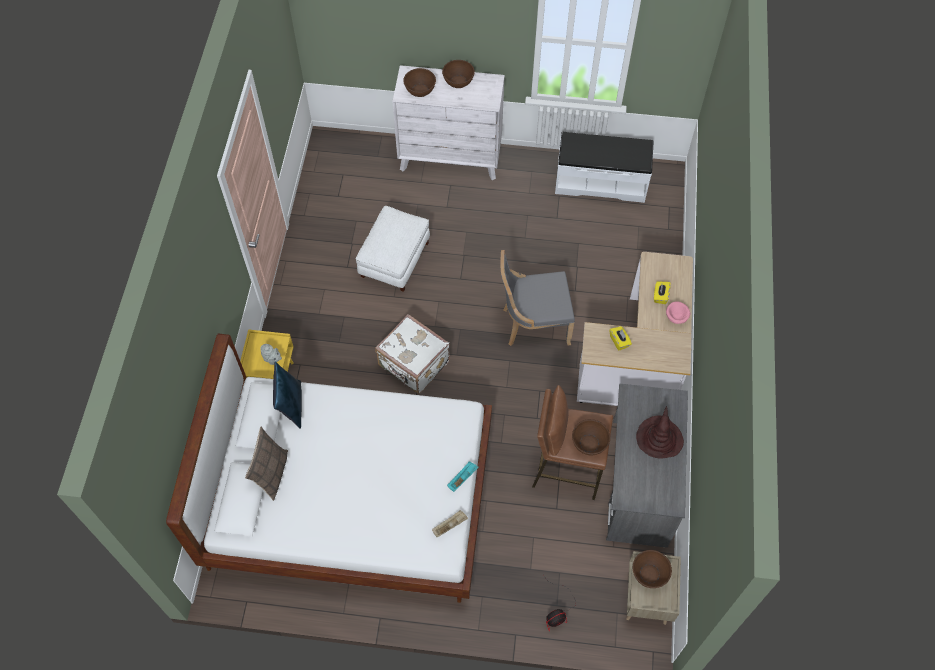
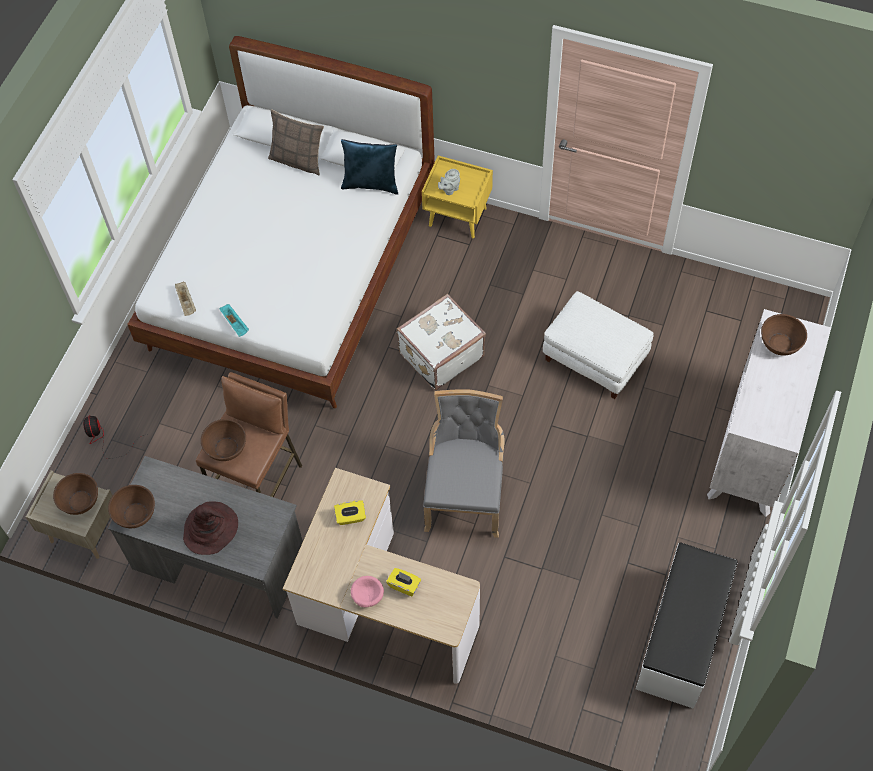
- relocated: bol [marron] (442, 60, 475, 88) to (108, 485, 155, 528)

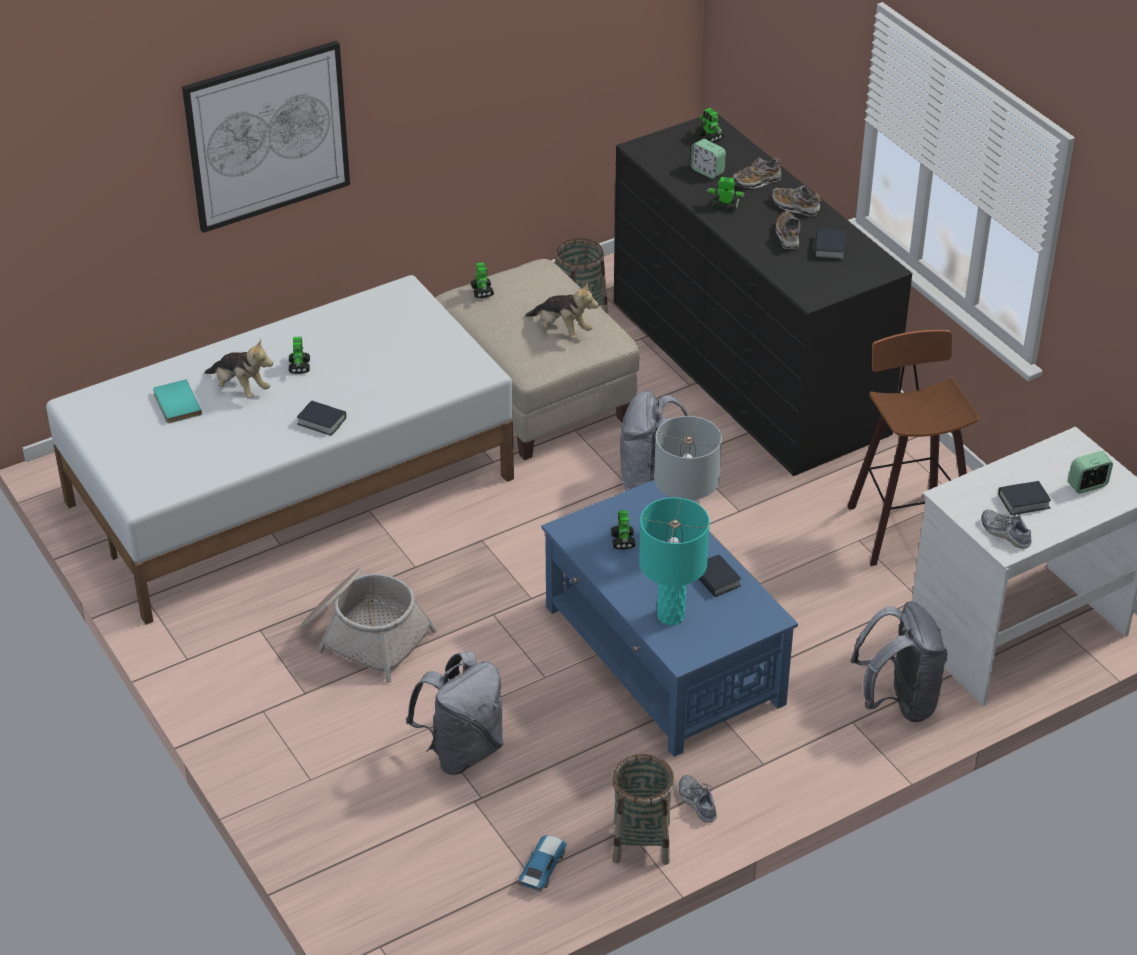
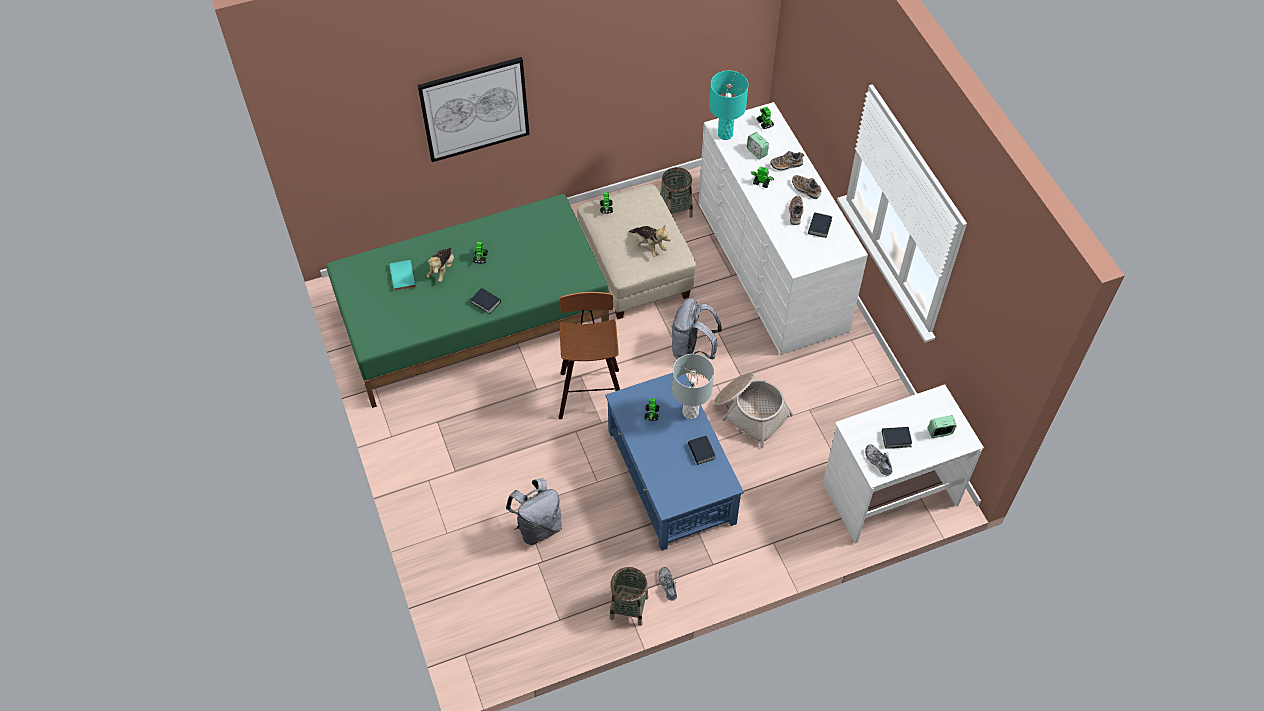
- colour: lit [blanc] (46, 275, 514, 625) to lit [vert] (326, 194, 609, 408)
- spun: peluche (204, 338, 273, 399) = (427, 247, 454, 282) 60 degrees clockwise
- relocated: panier (300, 568, 437, 683) to (713, 373, 793, 448)
- missing: petite voiture (517, 835, 567, 892)
- colour: commode [noir] (614, 114, 912, 476) to commode [blanc] (699, 102, 868, 355)
- relocated: lampe de table [turquoise] (639, 497, 710, 625) to (709, 71, 748, 140)
- relocated: tabouret (847, 330, 979, 566) to (559, 292, 620, 419)
- missing: sac à dos [gris] (851, 601, 947, 722)

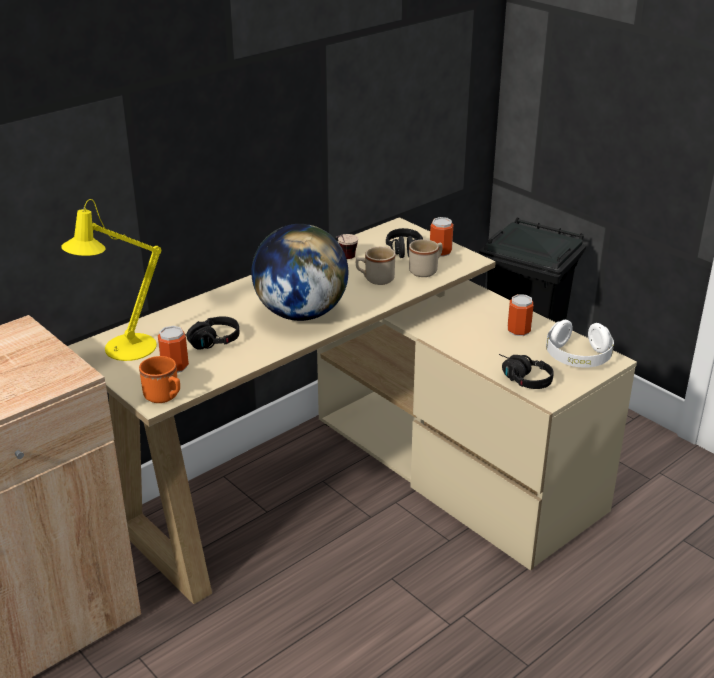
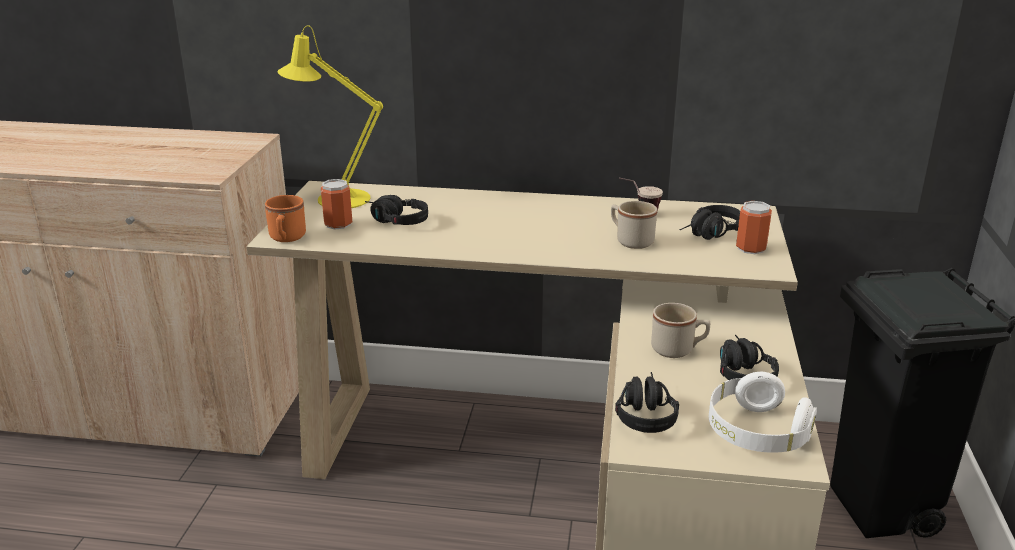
- missing: globe (251, 224, 348, 321)
- relocated: mug [beige] (409, 239, 443, 277) to (651, 303, 710, 358)
- exchanged: boîte métallique (508, 294, 533, 336) to casque audio [noir] (720, 335, 779, 380)

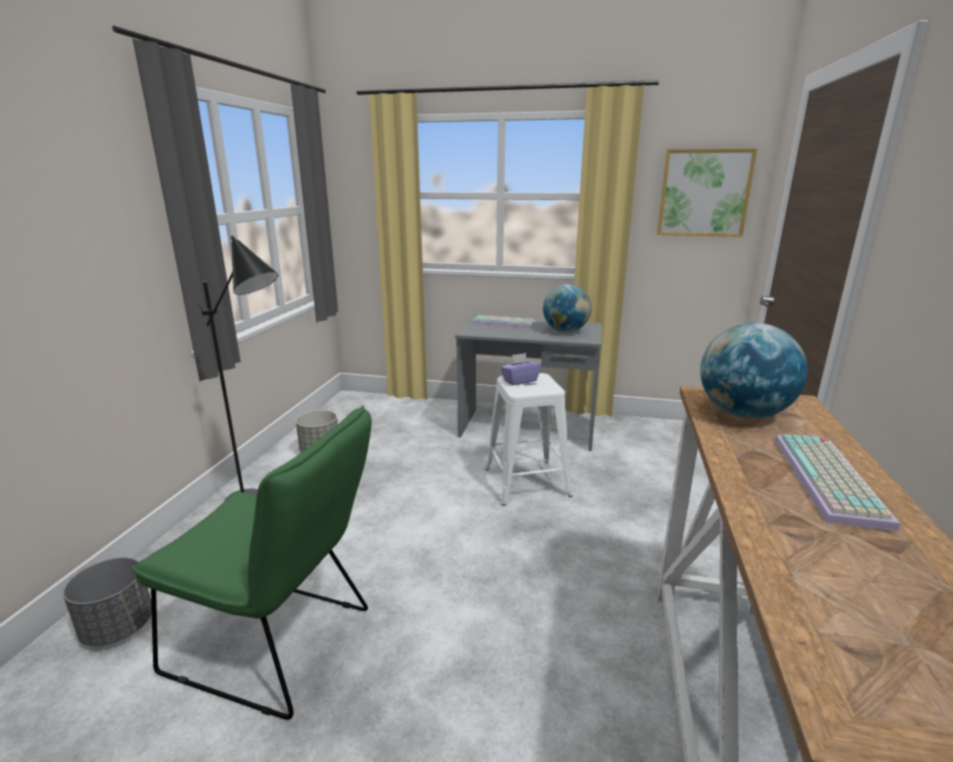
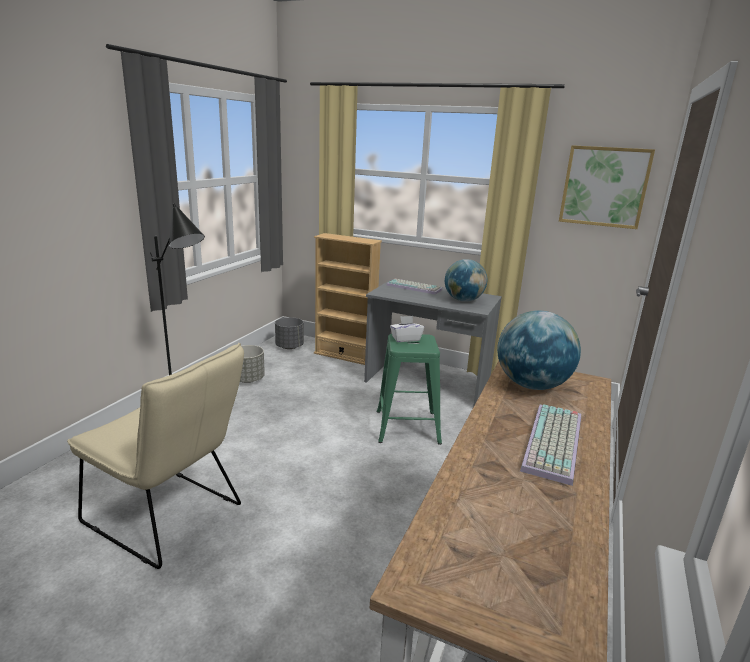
- relocated: cache-pot [gris] (63, 557, 152, 646) to (275, 317, 304, 349)
- colour: chaise [vert] (132, 405, 372, 720) to chaise [beige] (67, 343, 244, 569)
- colour: tabouret [blanc] (485, 373, 573, 506) to tabouret [vert] (377, 334, 442, 445)
- colour: boîte à mouchoirs [violet] (501, 353, 541, 385) to boîte à mouchoirs [blanc] (390, 316, 424, 342)
- appeared: bibliothèque [beige] (314, 233, 382, 365)

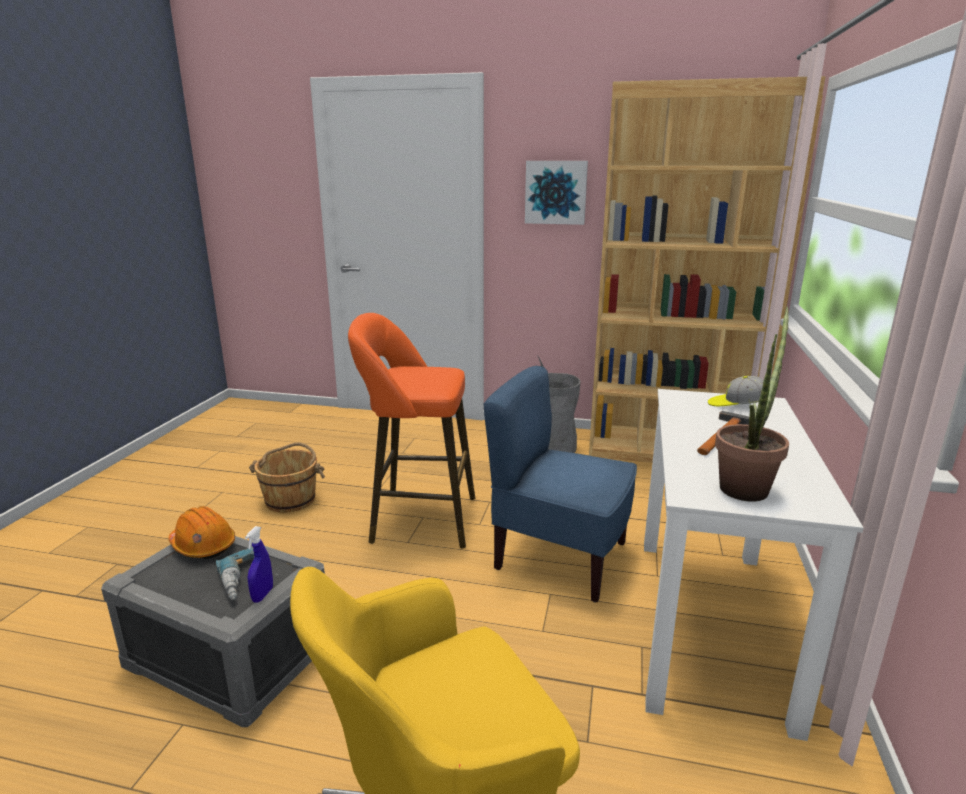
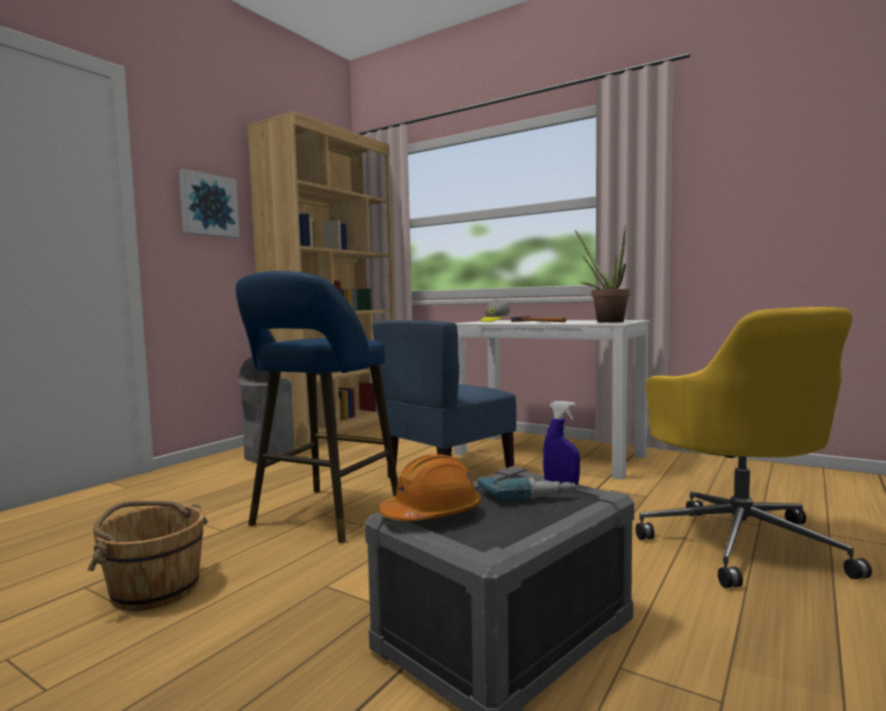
- colour: tabouret [orange] (348, 313, 475, 548) to tabouret [bleu] (236, 271, 398, 543)

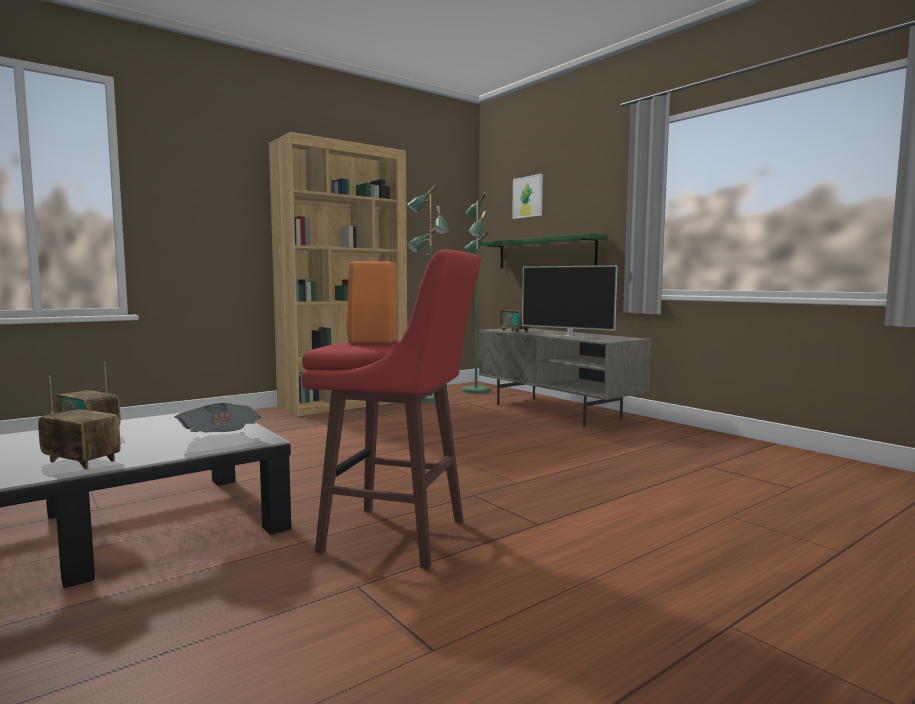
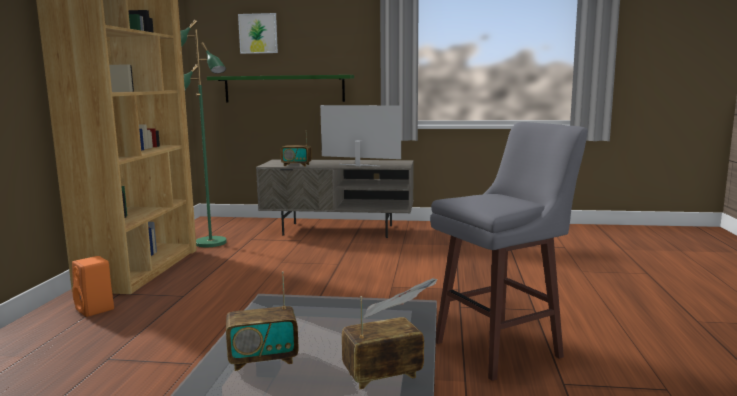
- colour: tabouret [rouge] (301, 249, 481, 569) to tabouret [gris] (430, 122, 588, 381)
- relocated: enceinte [orange] (346, 261, 397, 344) to (72, 256, 114, 317)
- missing: lampadaire [vert] (462, 192, 490, 393)
- spun: téléviseur (522, 265, 618, 338) = (320, 105, 401, 166) 150 degrees counterclockwise

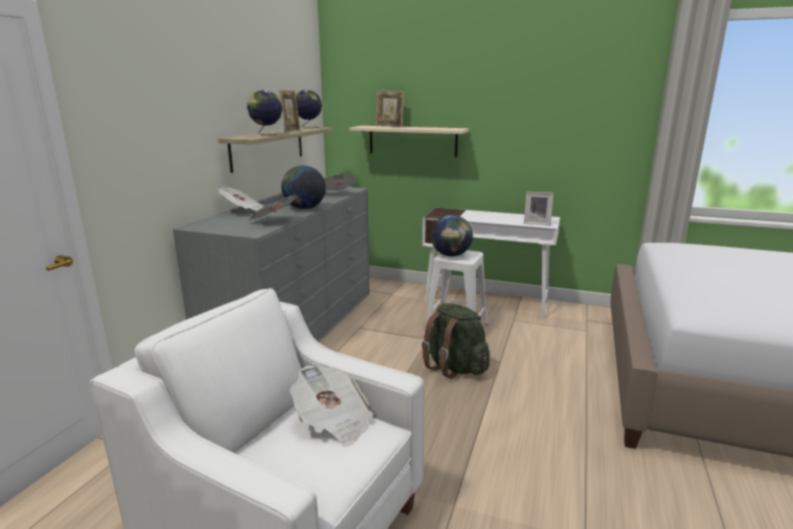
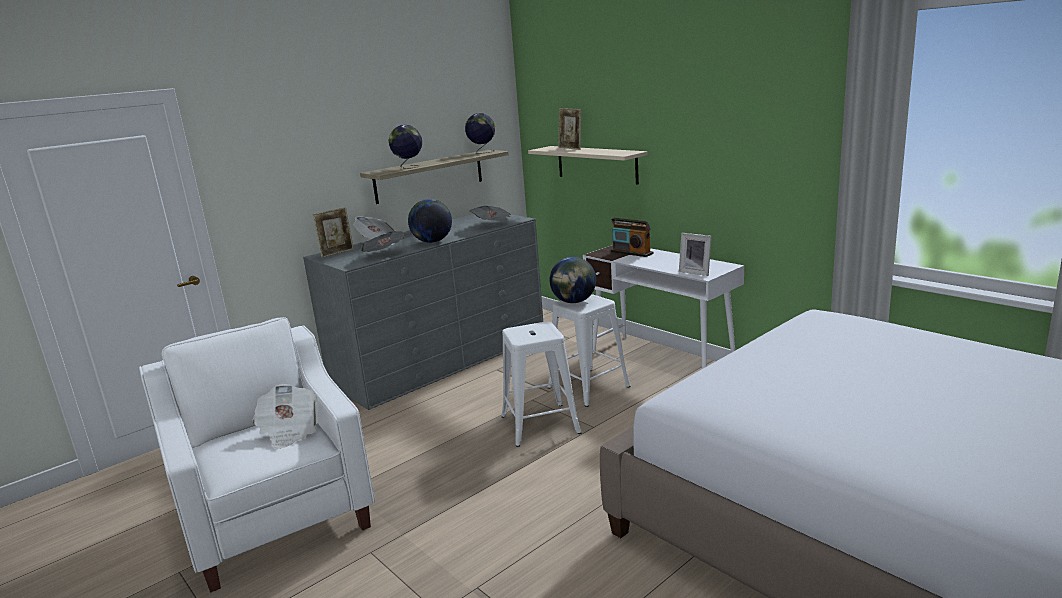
- relocated: cadre photo (279, 90, 300, 133) to (313, 207, 354, 258)
- exchanged: sac à dos [vert] (422, 303, 490, 379) to tabouret [blanc] (501, 322, 581, 447)
- appeared: radio (611, 218, 653, 257)

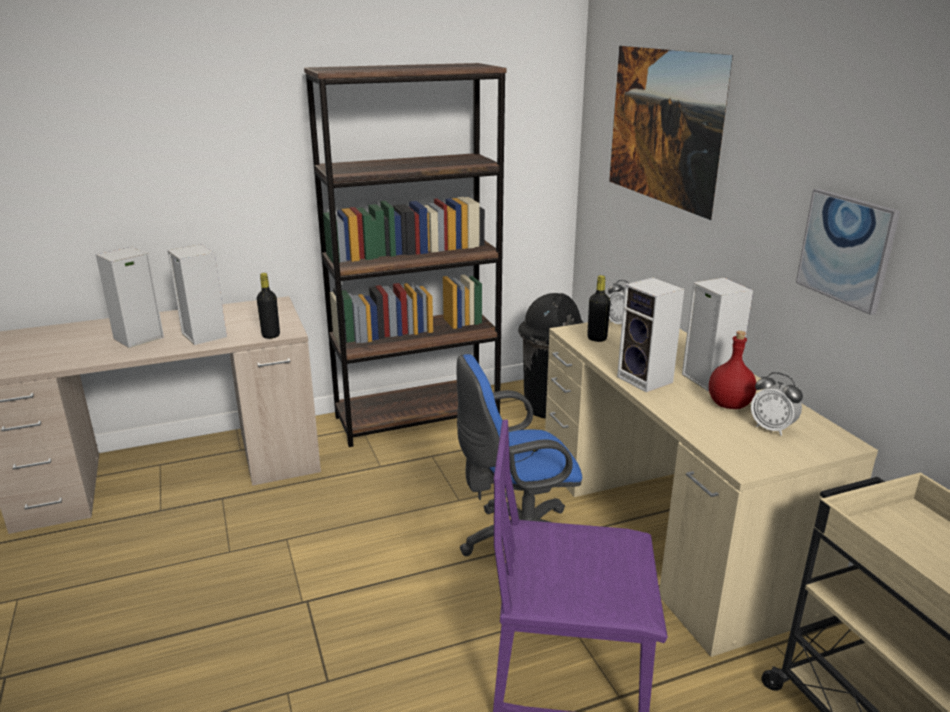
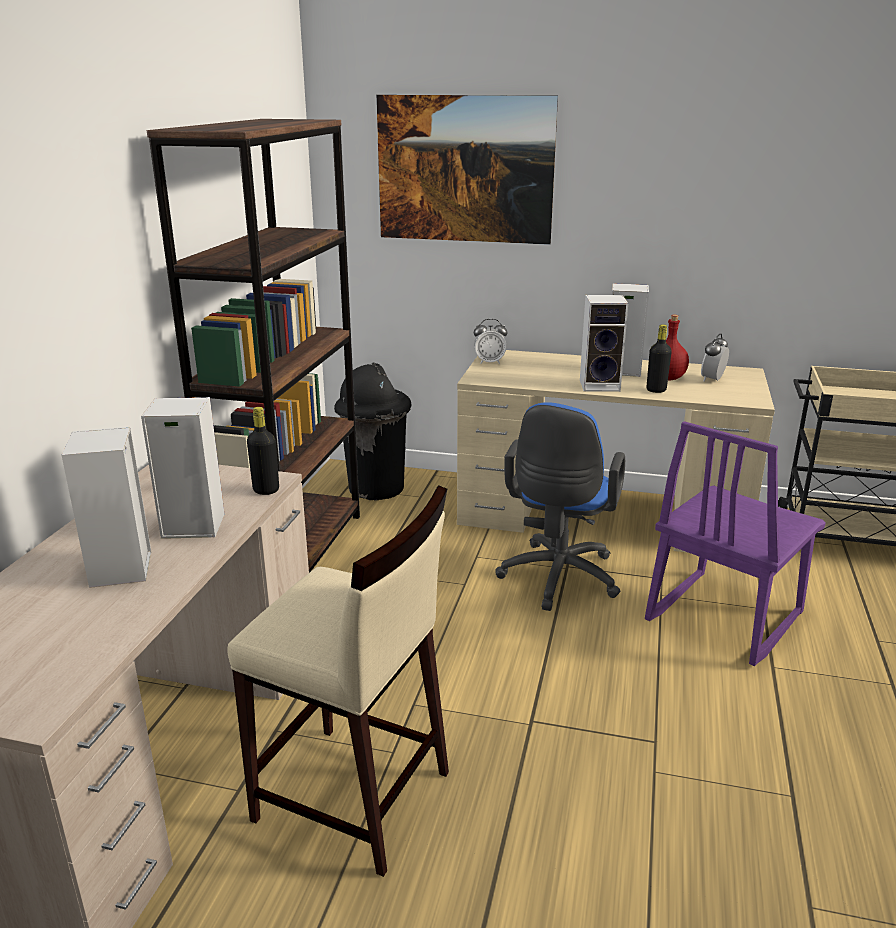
- relocated: bouteille [noir] (587, 275, 611, 342) to (647, 324, 672, 393)
- spun: réveil (751, 372, 803, 436) = (701, 333, 729, 381) 135 degrees clockwise
- missing: tableau (796, 189, 900, 315)
- appeared: tabouret [beige] (227, 485, 449, 877)

